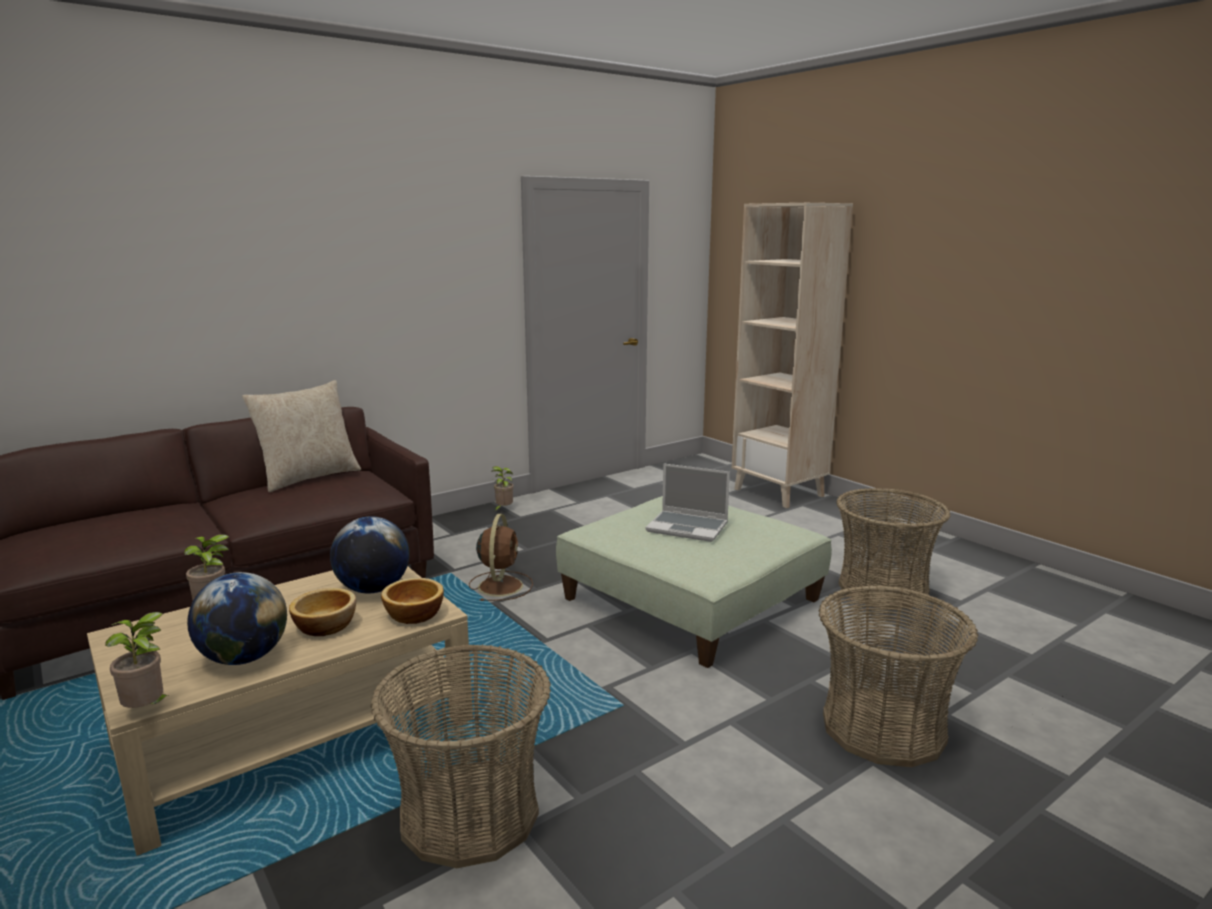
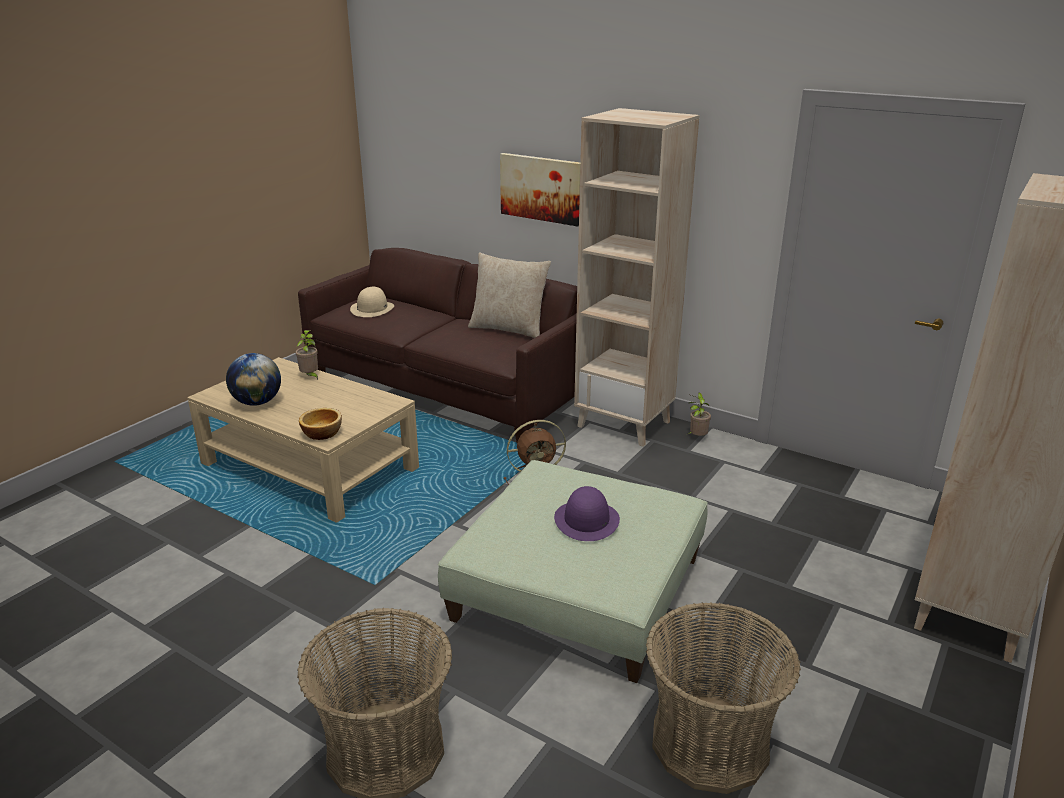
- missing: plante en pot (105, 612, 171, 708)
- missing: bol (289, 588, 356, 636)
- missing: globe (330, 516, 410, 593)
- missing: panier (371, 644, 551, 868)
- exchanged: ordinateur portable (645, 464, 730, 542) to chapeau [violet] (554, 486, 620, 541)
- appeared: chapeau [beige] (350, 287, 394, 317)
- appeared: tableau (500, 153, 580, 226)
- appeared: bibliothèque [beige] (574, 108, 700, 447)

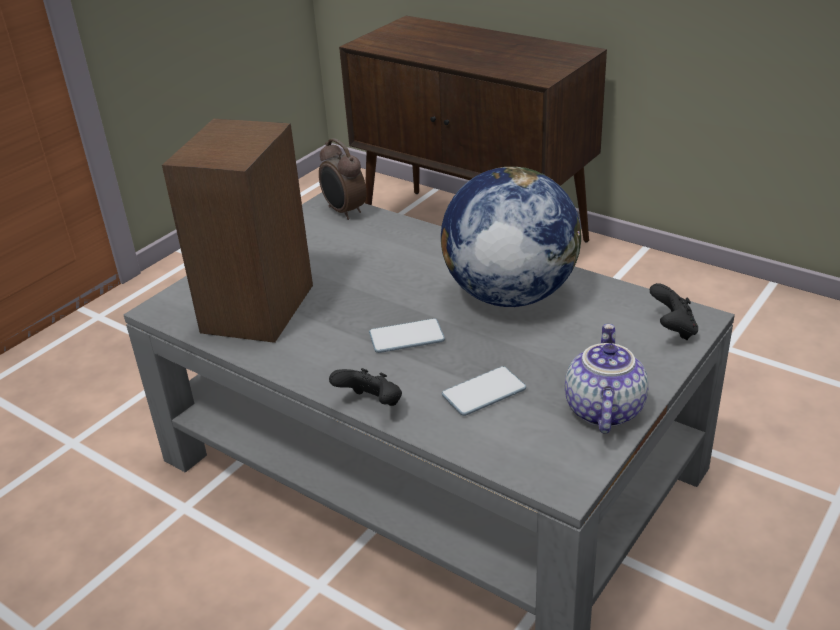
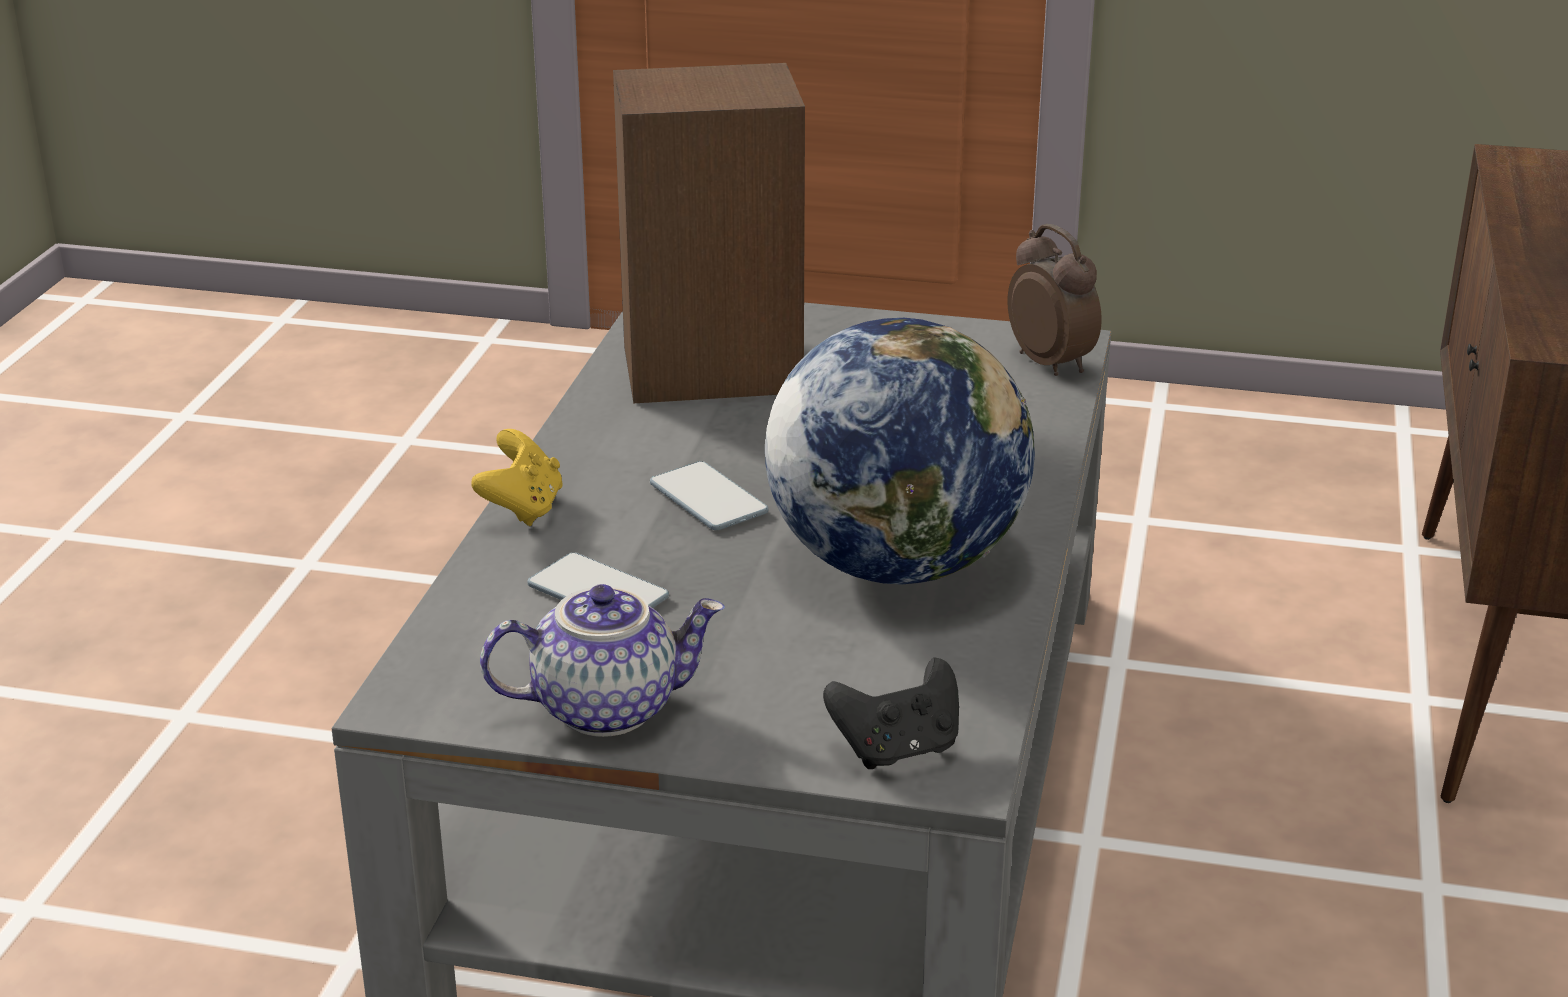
- spun: réveil (319, 138, 366, 220) = (1007, 224, 1102, 376) 120 degrees clockwise
- colour: manette [noir] (329, 368, 402, 406) to manette [jaune] (471, 429, 563, 526)

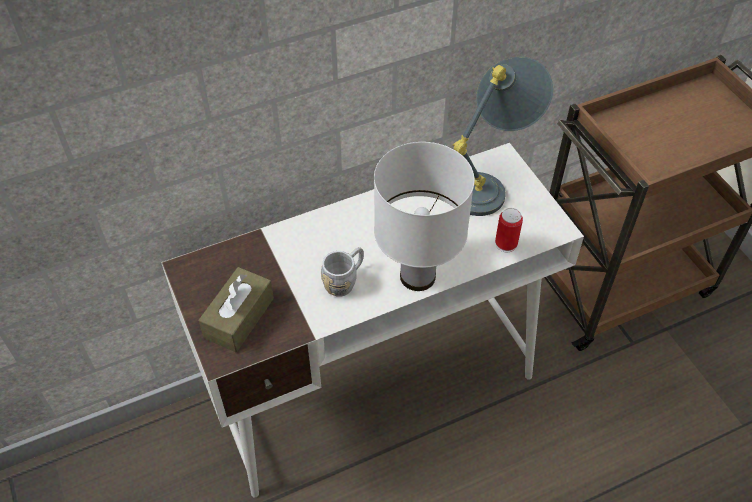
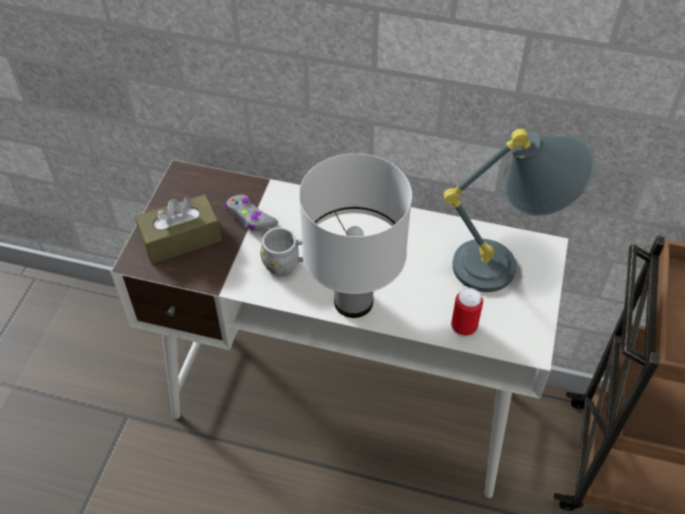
- appeared: manette [gris] (225, 195, 278, 231)

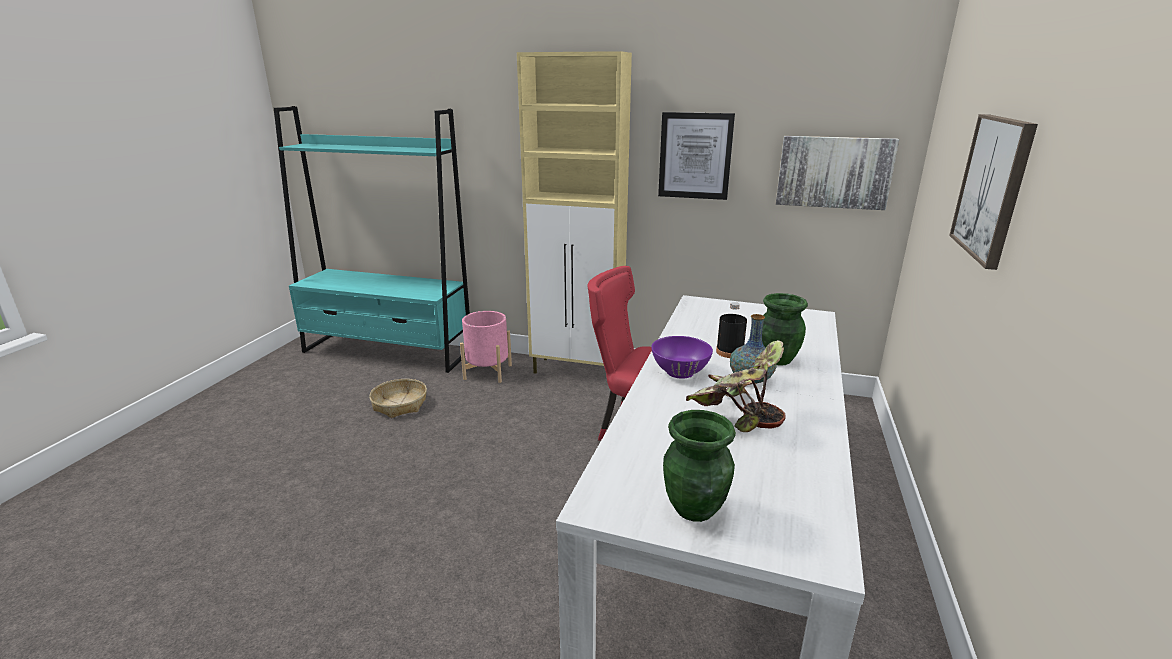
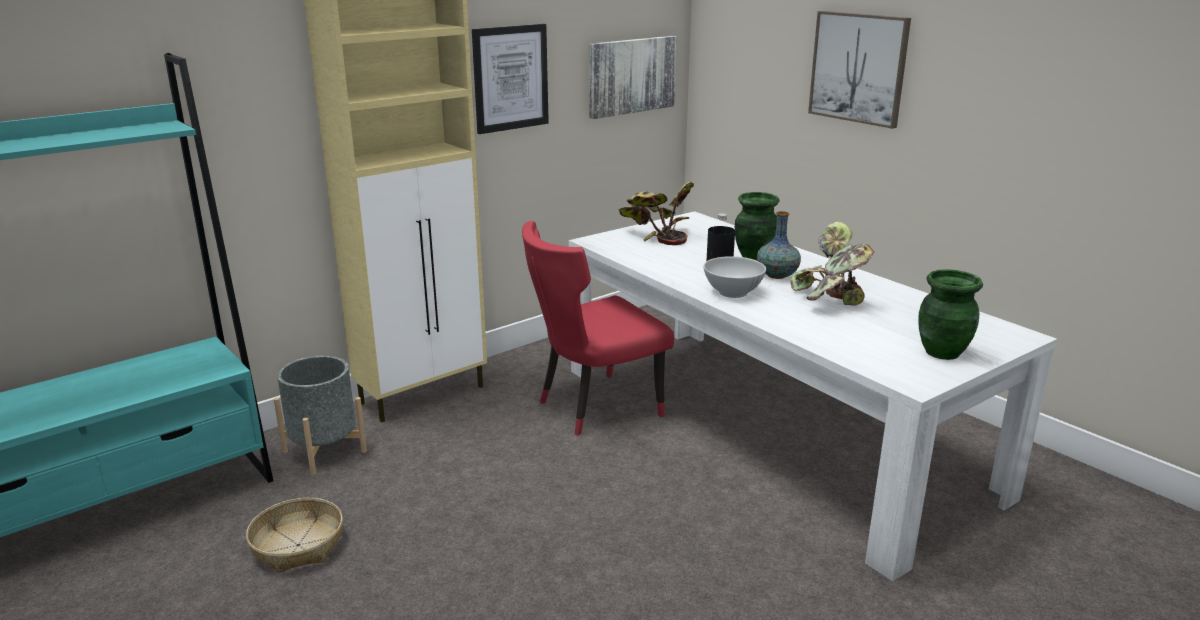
- colour: cache-pot [rose] (460, 311, 512, 383) to cache-pot [gris] (274, 356, 367, 475)
- colour: bol [violet] (651, 336, 713, 379) to bol [blanc] (703, 256, 766, 298)
- appeared: plante en pot (618, 182, 694, 245)

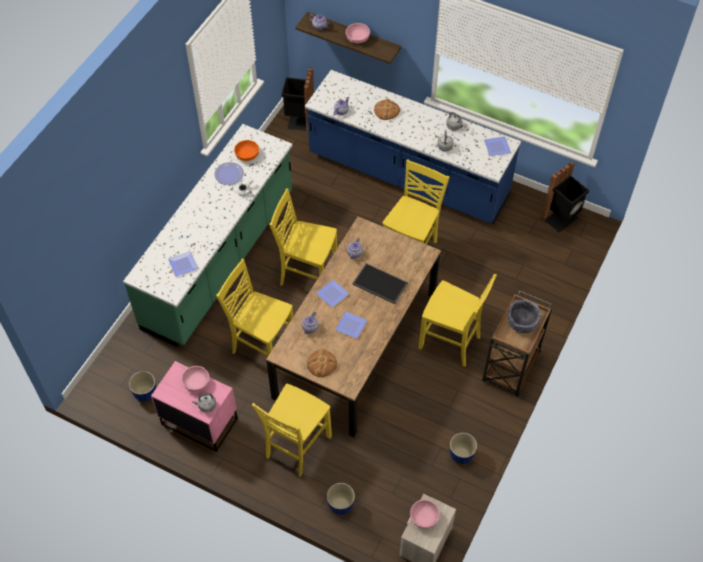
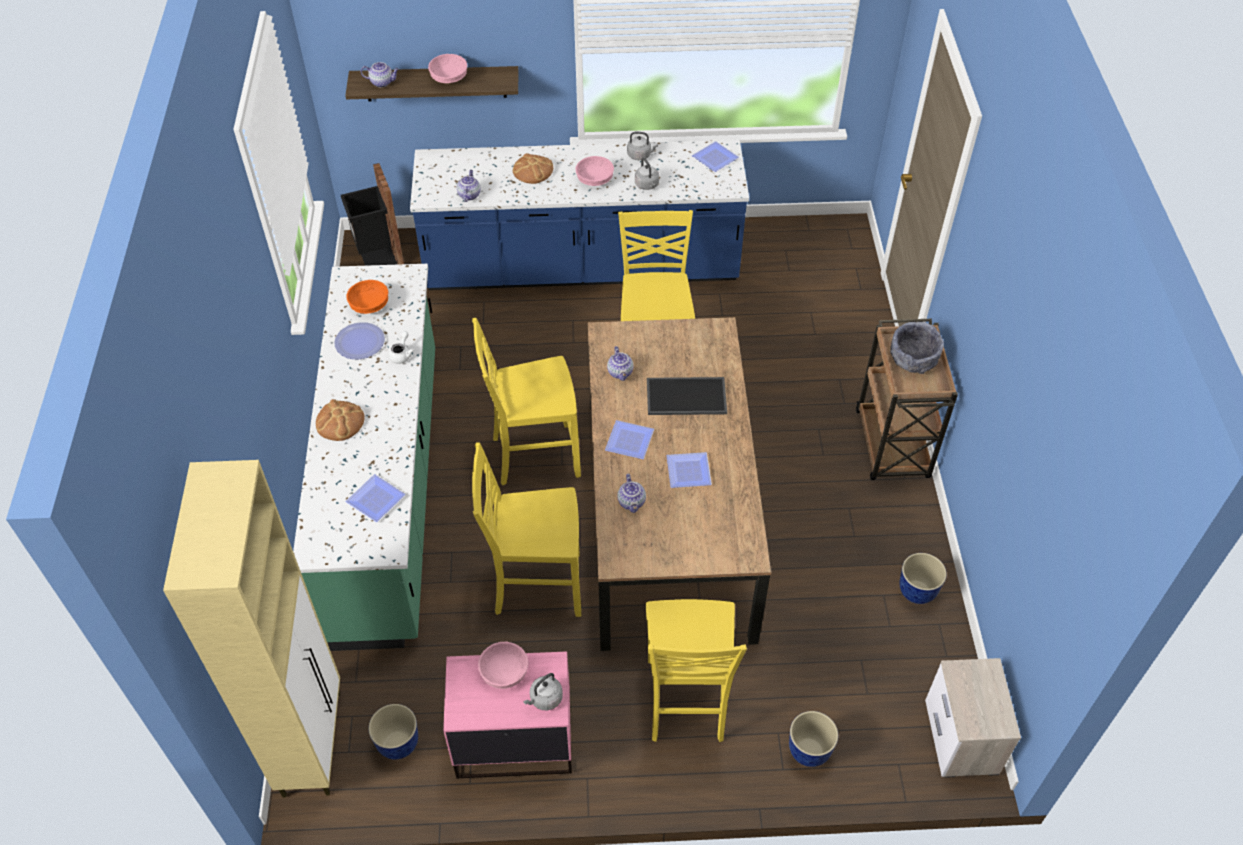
- relocated: pain (307, 349, 337, 377) to (316, 399, 365, 441)
- relocated: bol [rose] (410, 500, 440, 529) to (575, 156, 614, 186)
- missing: chaise [jaune] (419, 274, 497, 367)
- missing: poubelle [noir] (541, 161, 590, 233)
- appeared: meuble de rangement [beige] (163, 460, 340, 797)

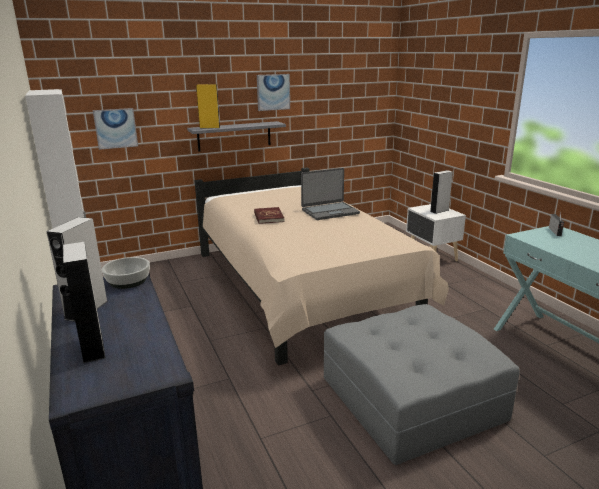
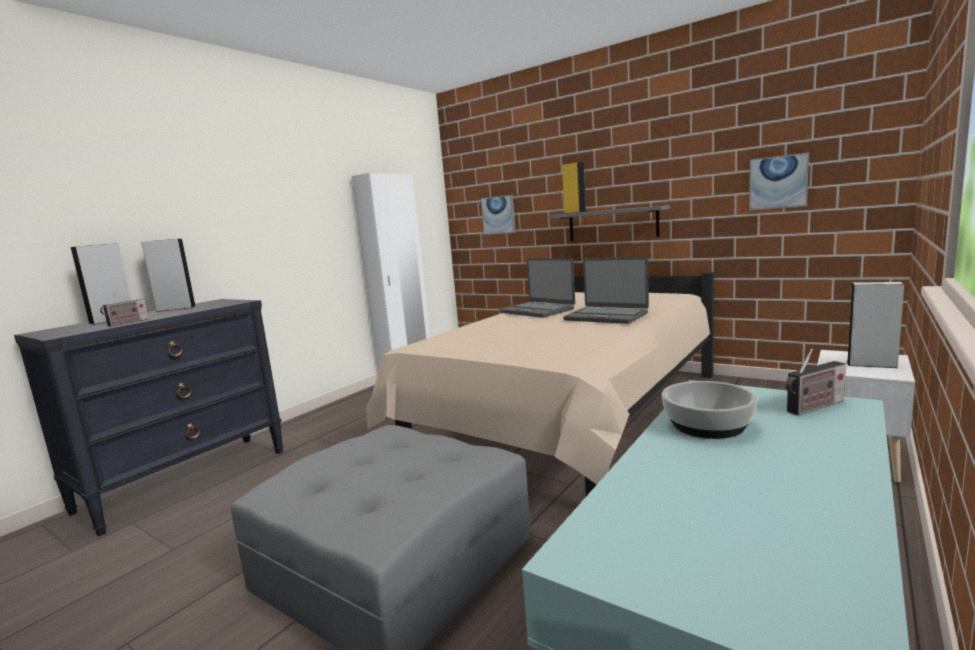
- relocated: bol (102, 257, 150, 289) to (662, 381, 758, 439)
- exchanged: livre [rouge] (254, 207, 285, 224) to ordinateur portable (499, 258, 575, 318)
- relocated: tableau (257, 74, 290, 111) to (749, 152, 809, 211)
- appeared: radio (100, 291, 149, 327)

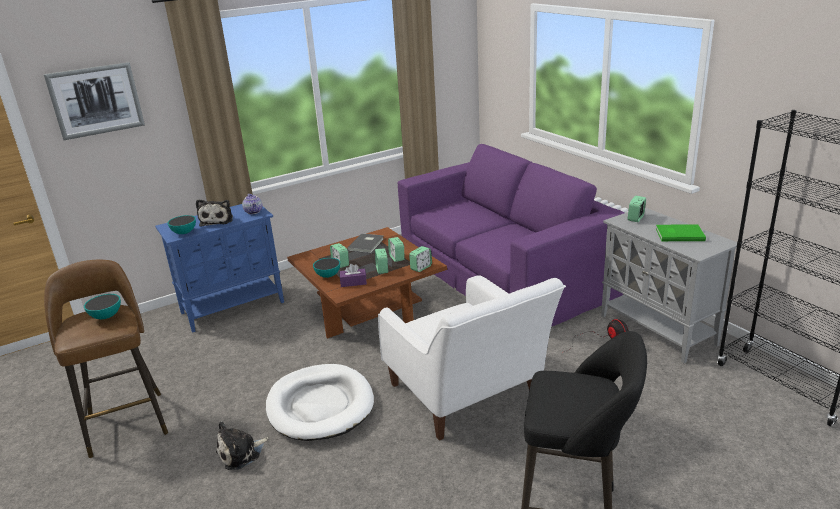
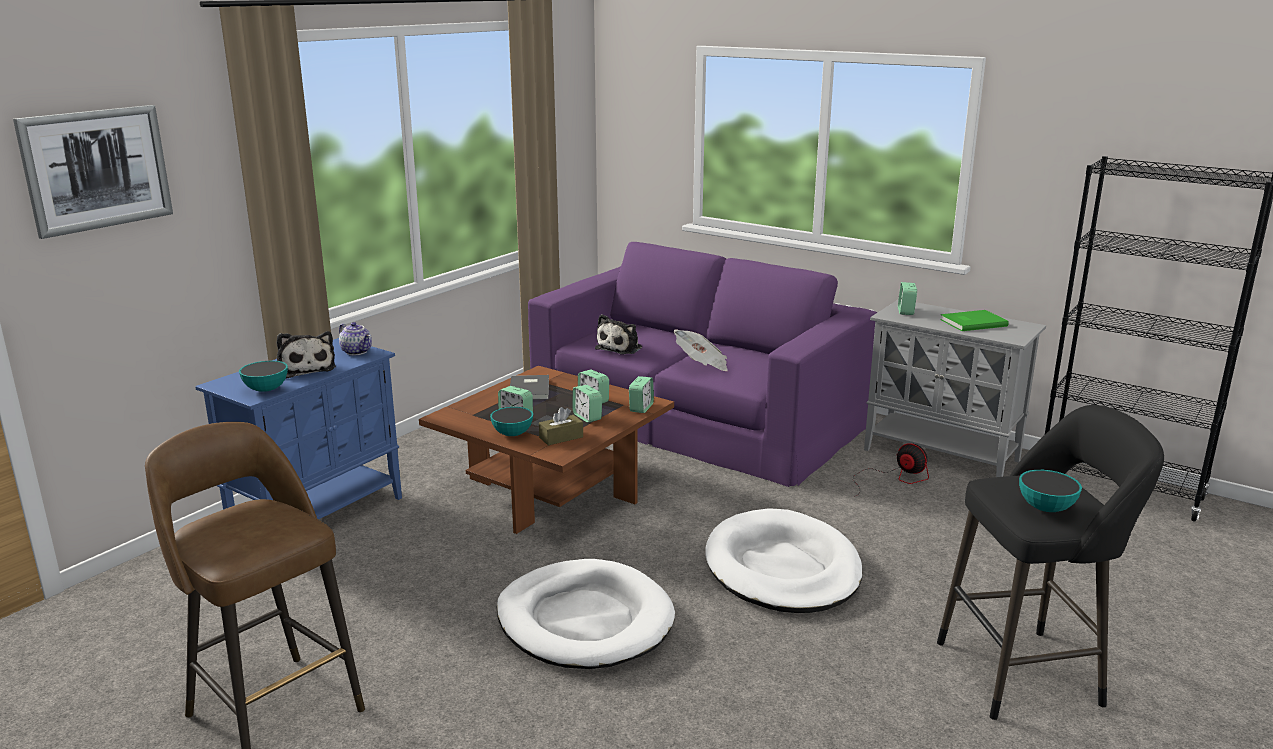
- relocated: bol (84, 294, 121, 319) to (1019, 470, 1082, 512)
- relocated: peluche (216, 421, 269, 470) to (595, 314, 642, 354)
- colour: boîte à mouchoirs [violet] (340, 264, 367, 287) to boîte à mouchoirs [marron] (539, 407, 583, 445)
- exchanged: fauteuil [blanc] (378, 275, 566, 441) to panier pour chien [blanc] (705, 508, 862, 613)
- appeared: journal (674, 329, 727, 371)

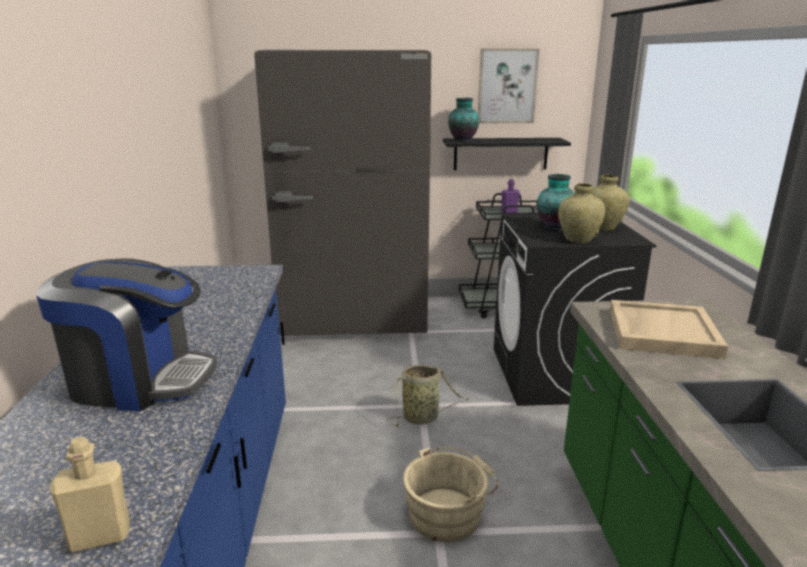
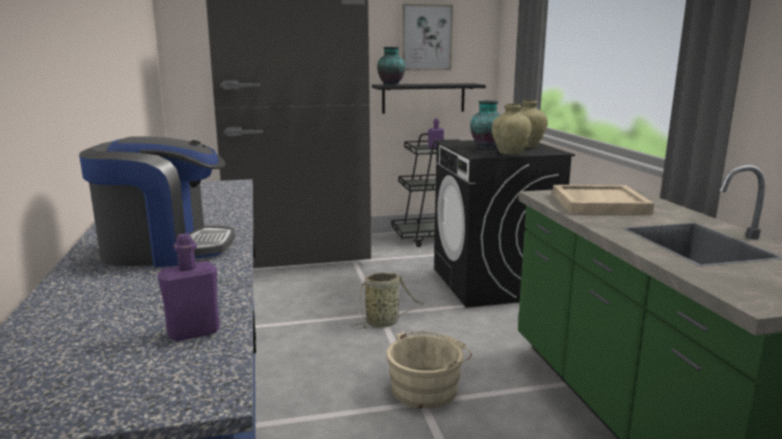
- colour: bouteille [beige] (49, 437, 130, 552) to bouteille [violet] (157, 233, 220, 342)

